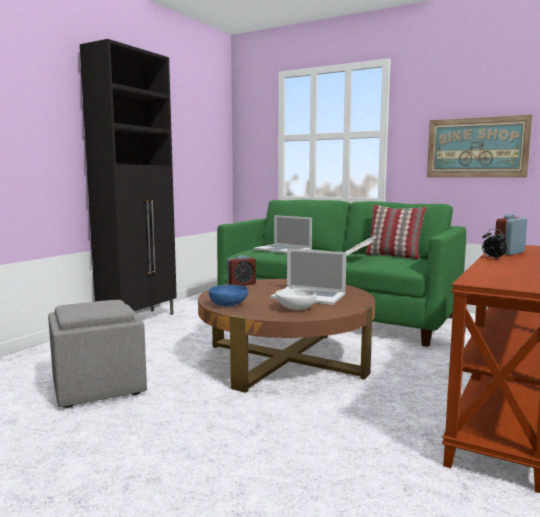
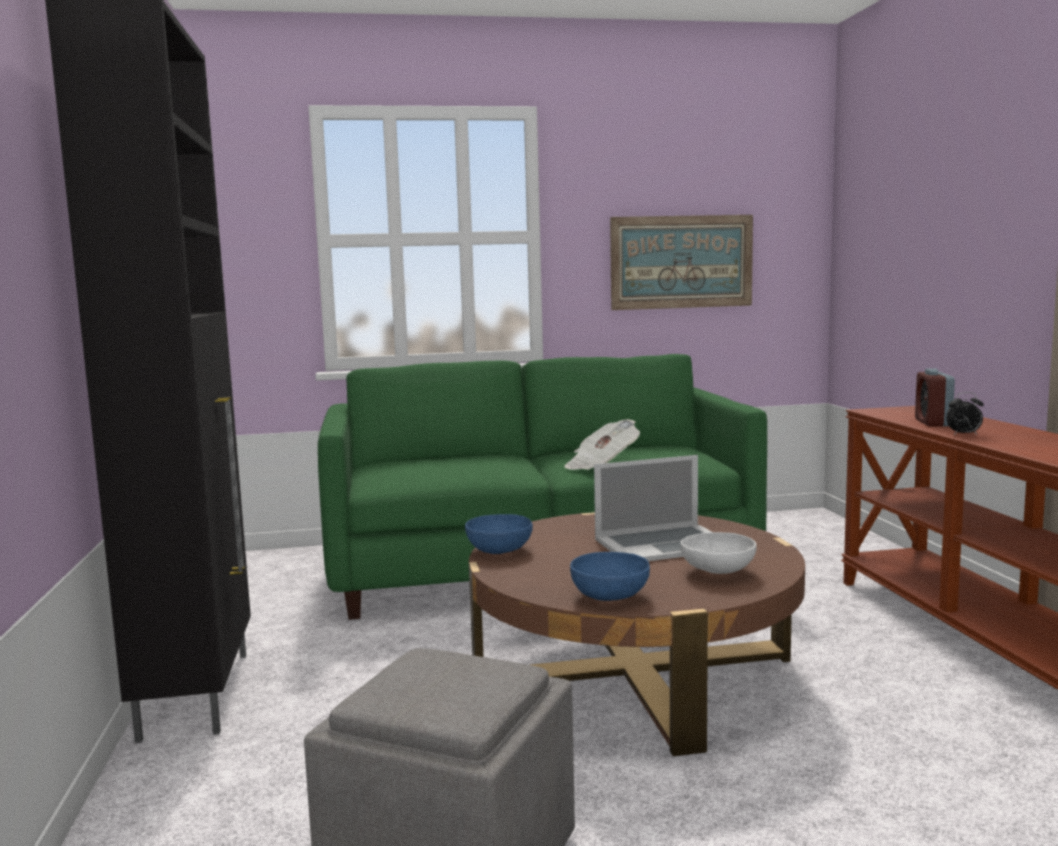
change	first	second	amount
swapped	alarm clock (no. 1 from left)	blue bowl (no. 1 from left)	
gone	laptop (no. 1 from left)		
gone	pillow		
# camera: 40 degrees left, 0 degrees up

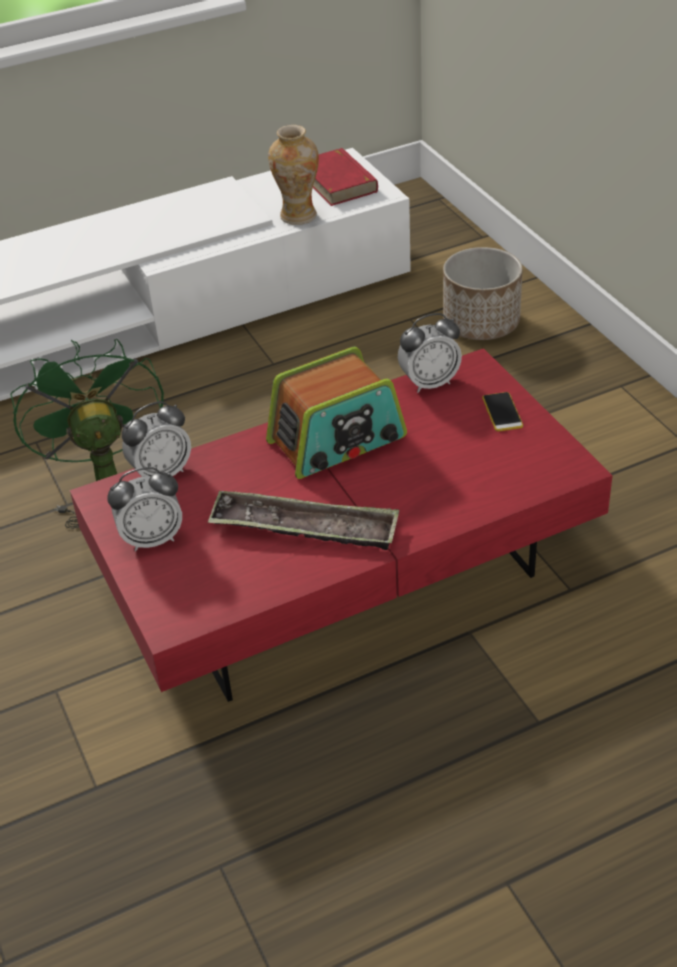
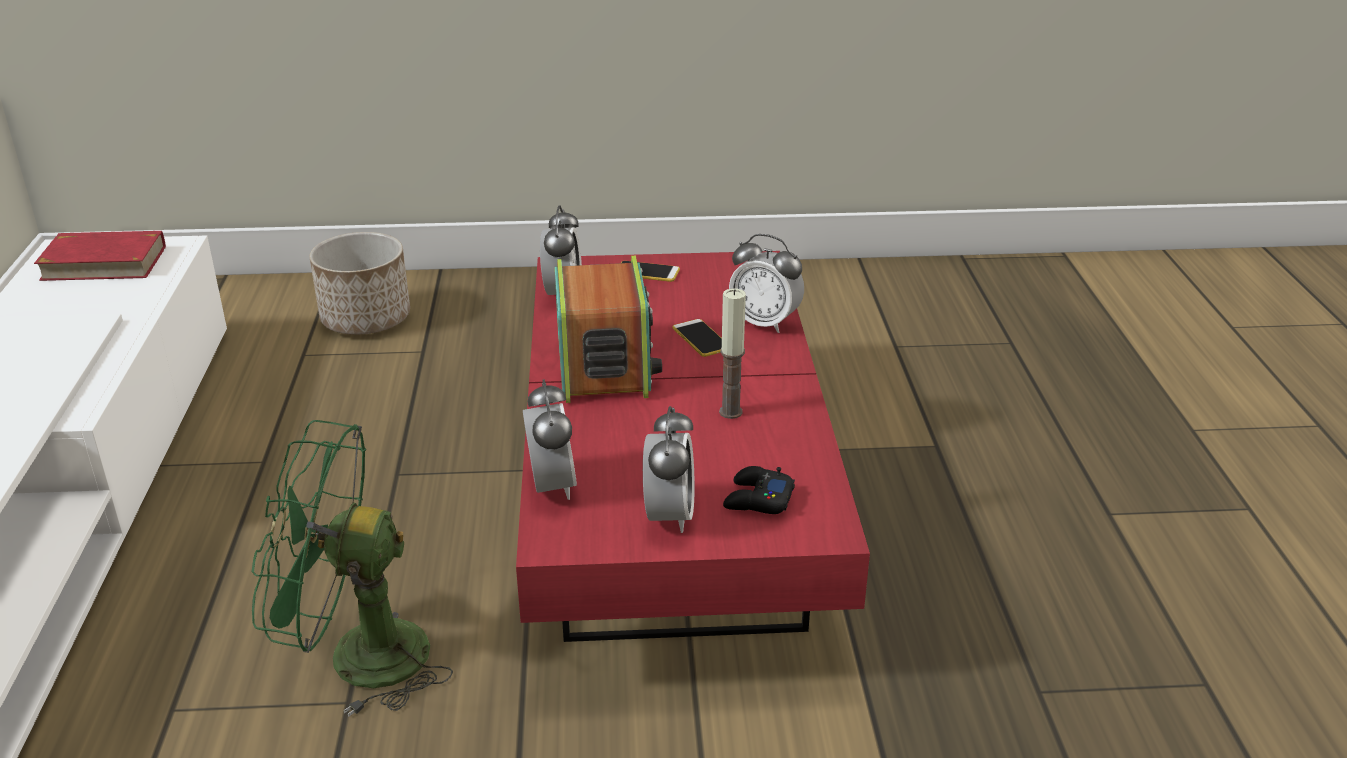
change	first	second	amount
swapped	tray	candle	
gone	vase		
new		phone (no. 2 from left)	
new		black game controller	
new		alarm clock (no. 4 from left)	
# camera: 70 degrees left, 10 degrees down

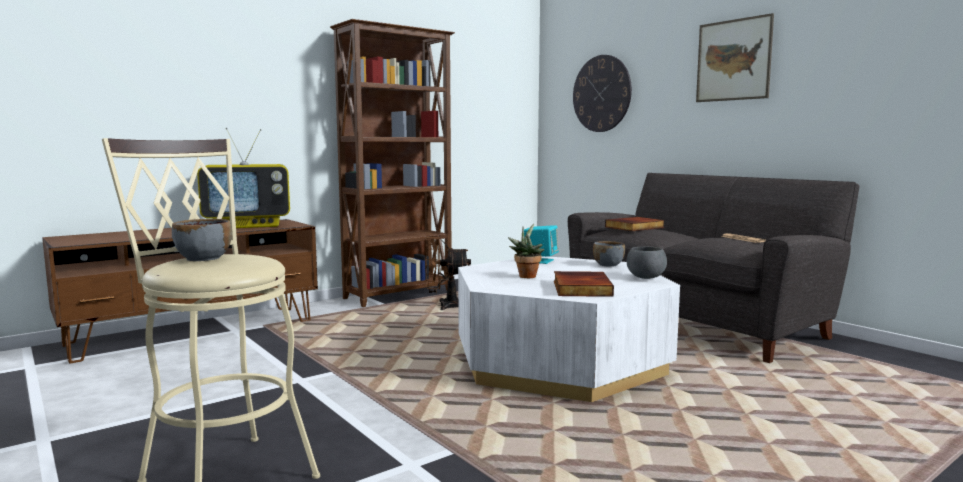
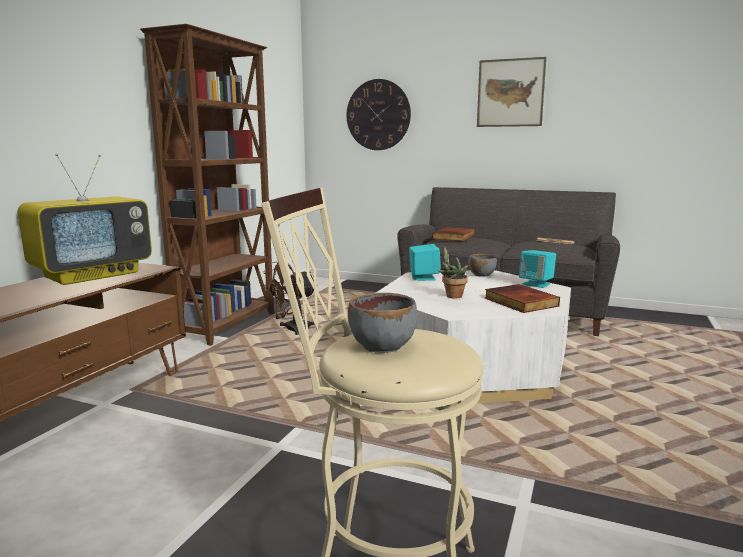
change	first	second	amount
swapped	grey bowl (no. 3 from left)	turquoise speaker (no. 2 from left)	
# camera: 30 degrees left, 5 degrees up

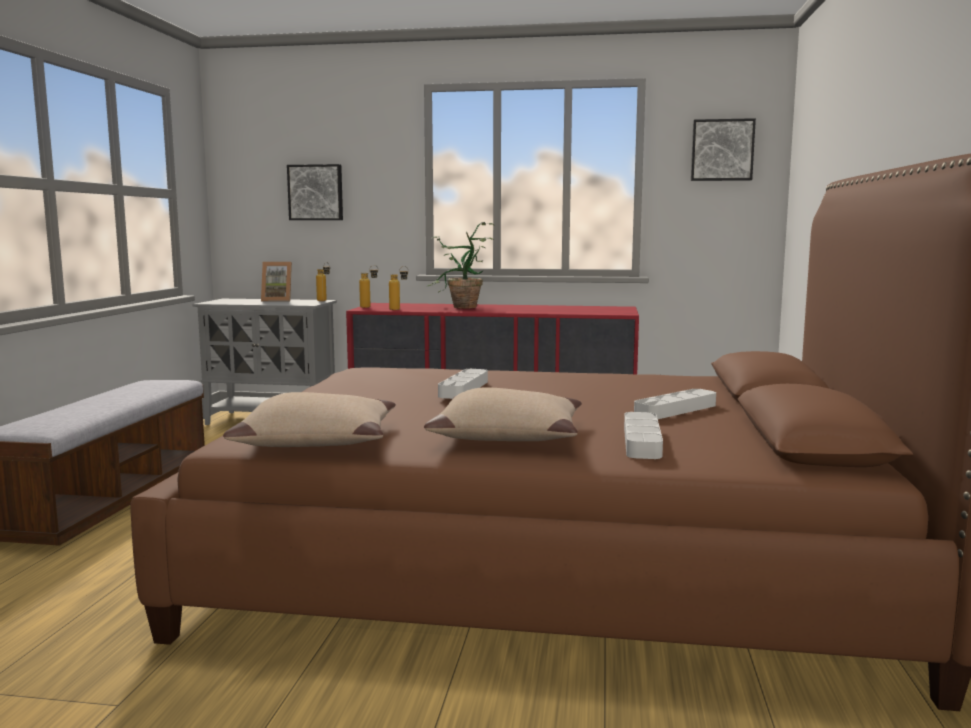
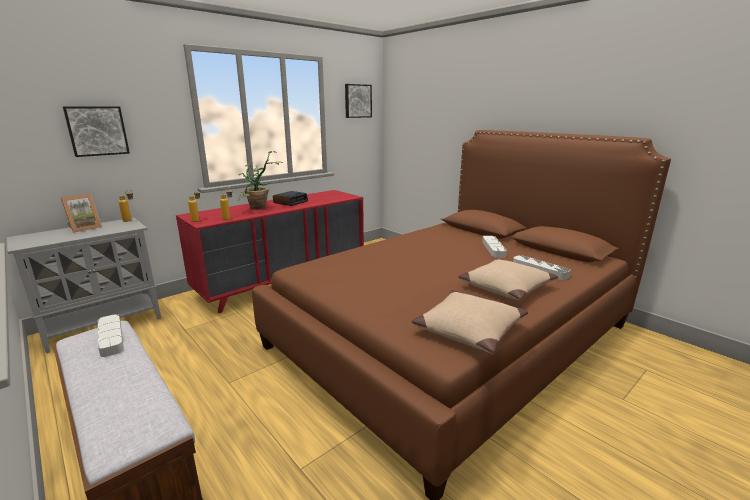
change	first	second	amount
shifted	grey tray (no. 1 from left)		
new		alarm clock	
# camera: 50 degrees left, 10 degrees up

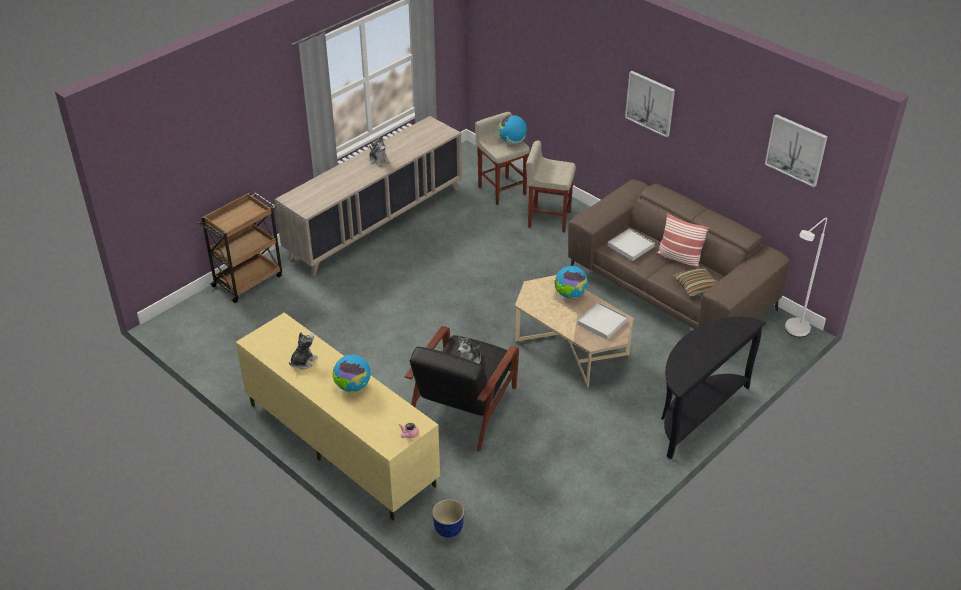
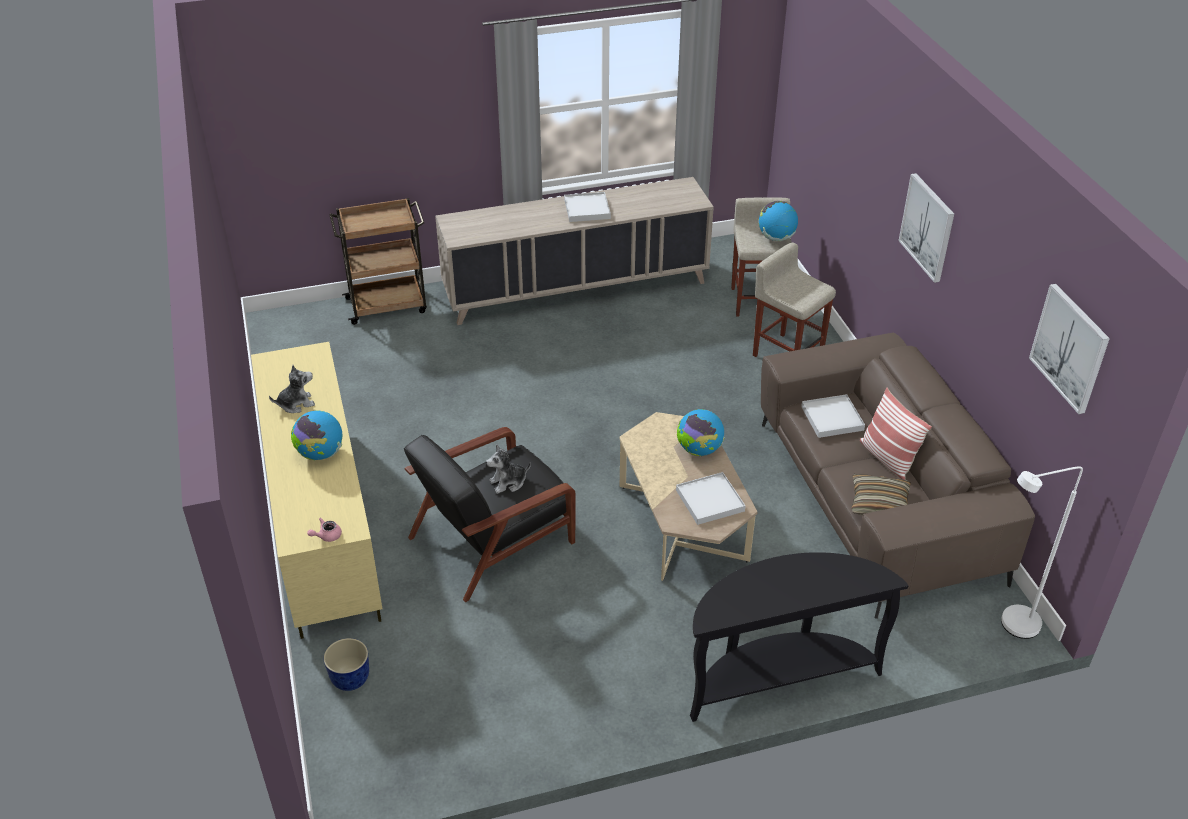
change	first	second	amount
swapped	plush toy (no. 2 from left)	white tray (no. 1 from left)	
# camera: 30 degrees right, 0 degrees up

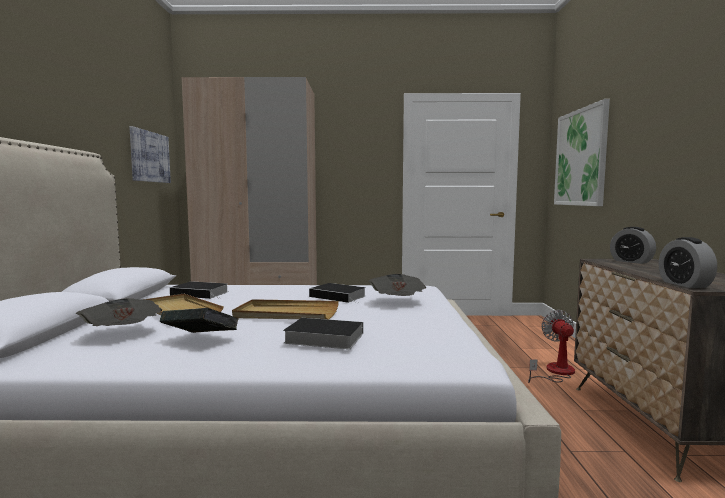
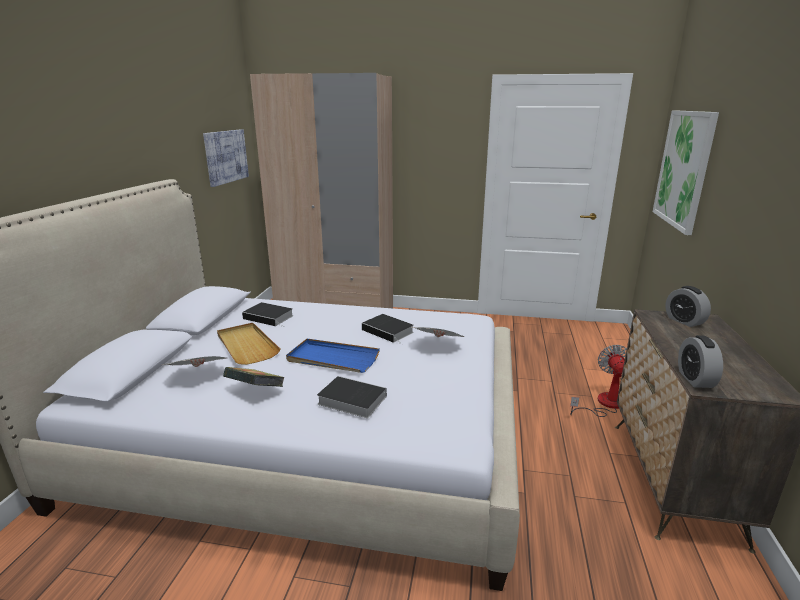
change	first	second	amount
repainted	beige tray (no. 2 from left)	blue tray	
# camera: 10 degrees right, 15 degrees up

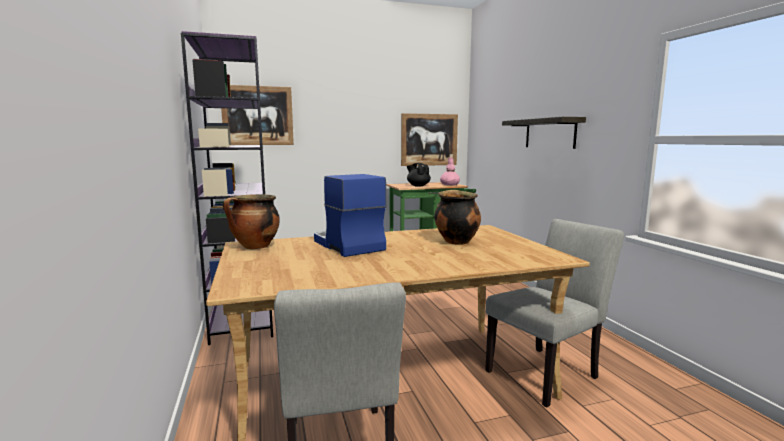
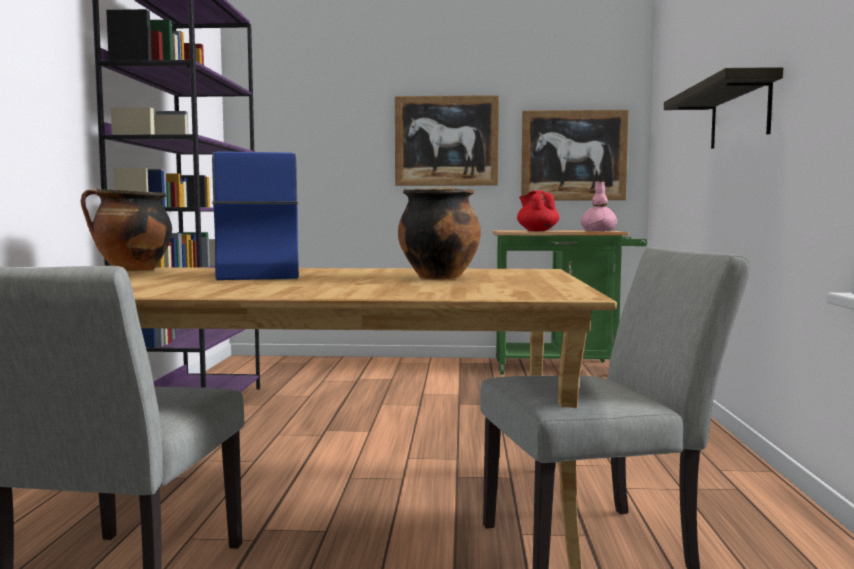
change	first	second	amount
shifted	picture (no. 1 from left)		
repainted	black teapot	red teapot	
# camera: 20 degrees right, 5 degrees down

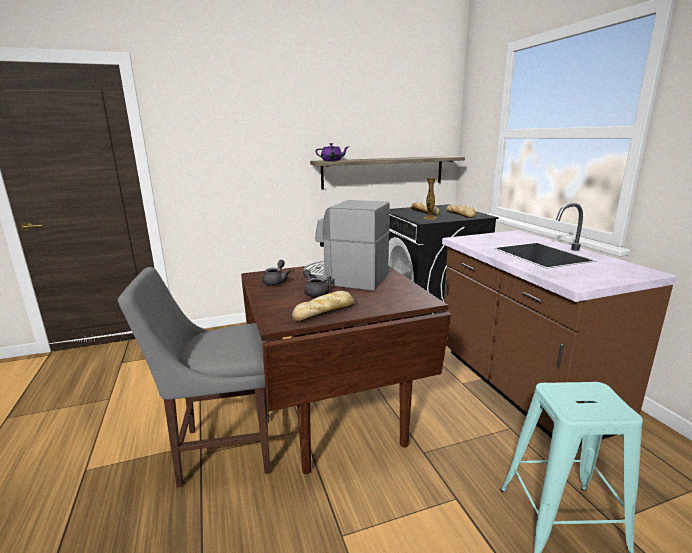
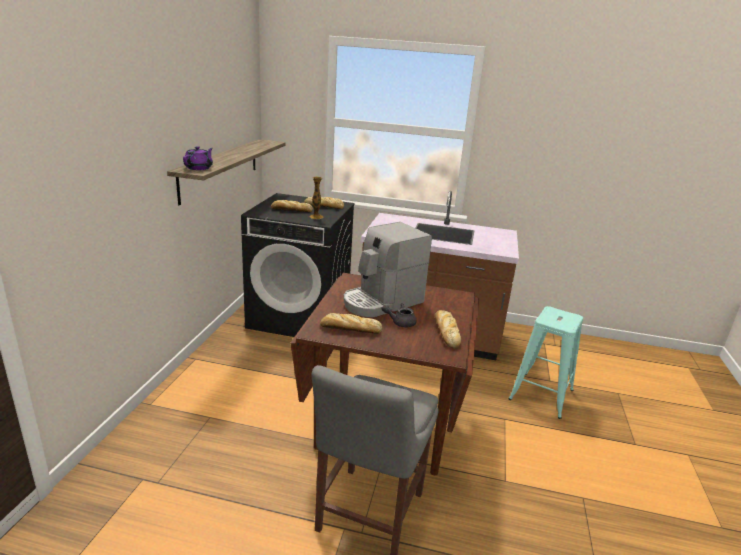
change	first	second	amount
swapped	grey teapot (no. 1 from left)	bread (no. 3 from left)	
# camera: 60 degrees left, 5 degrees up

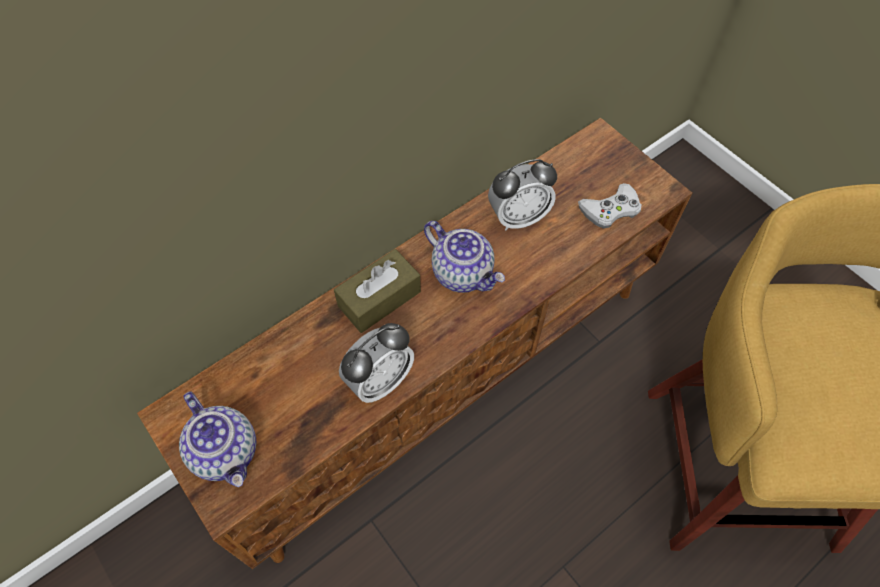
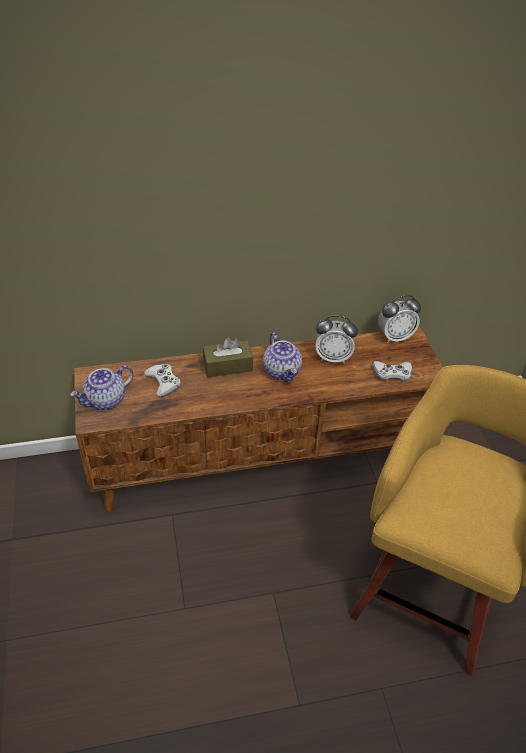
change	first	second	amount
rotated	teapot (no. 1 from left)		60 degrees clockwise
shifted	alarm clock (no. 1 from left in the first image)	alarm clock (no. 2 from left)	
new		white game controller (no. 1 from left)	
# camera: 25 degrees right, 15 degrees down

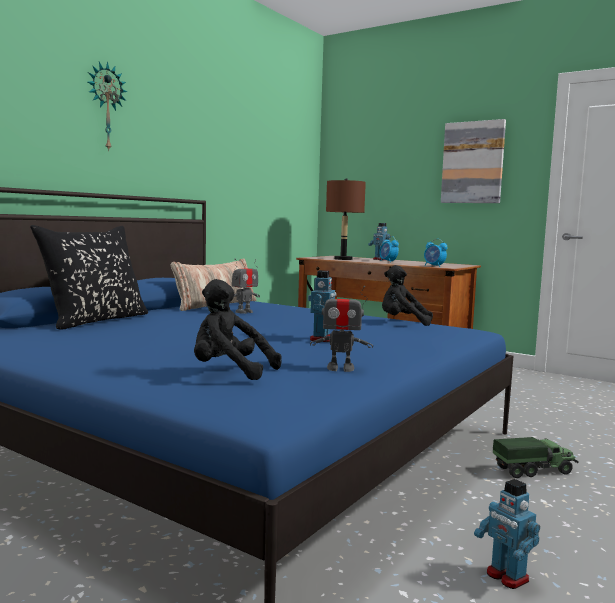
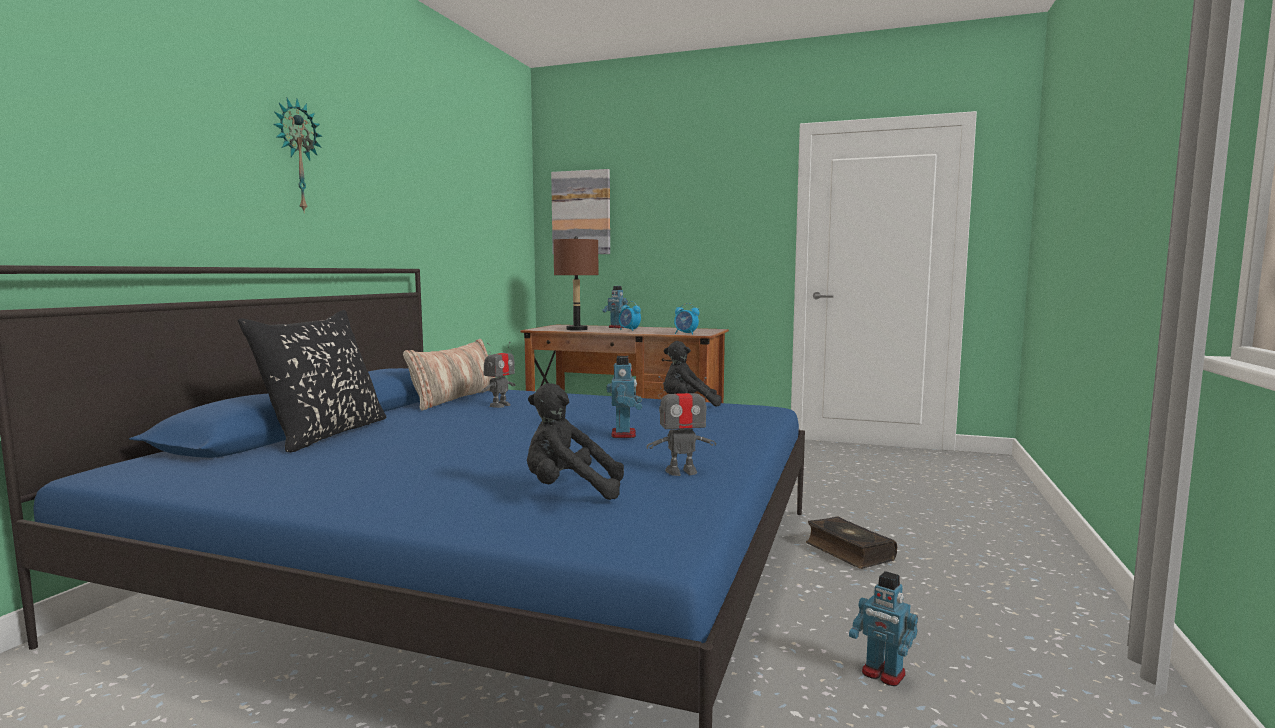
change	first	second	amount
shifted	picture		
swapped	toy truck	book	
# camera: 15 degrees left, 0 degrees up

